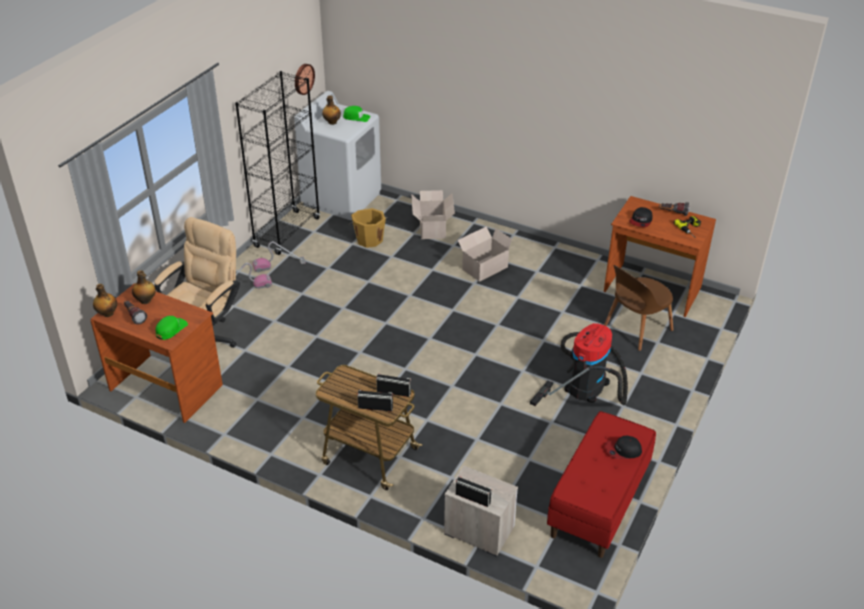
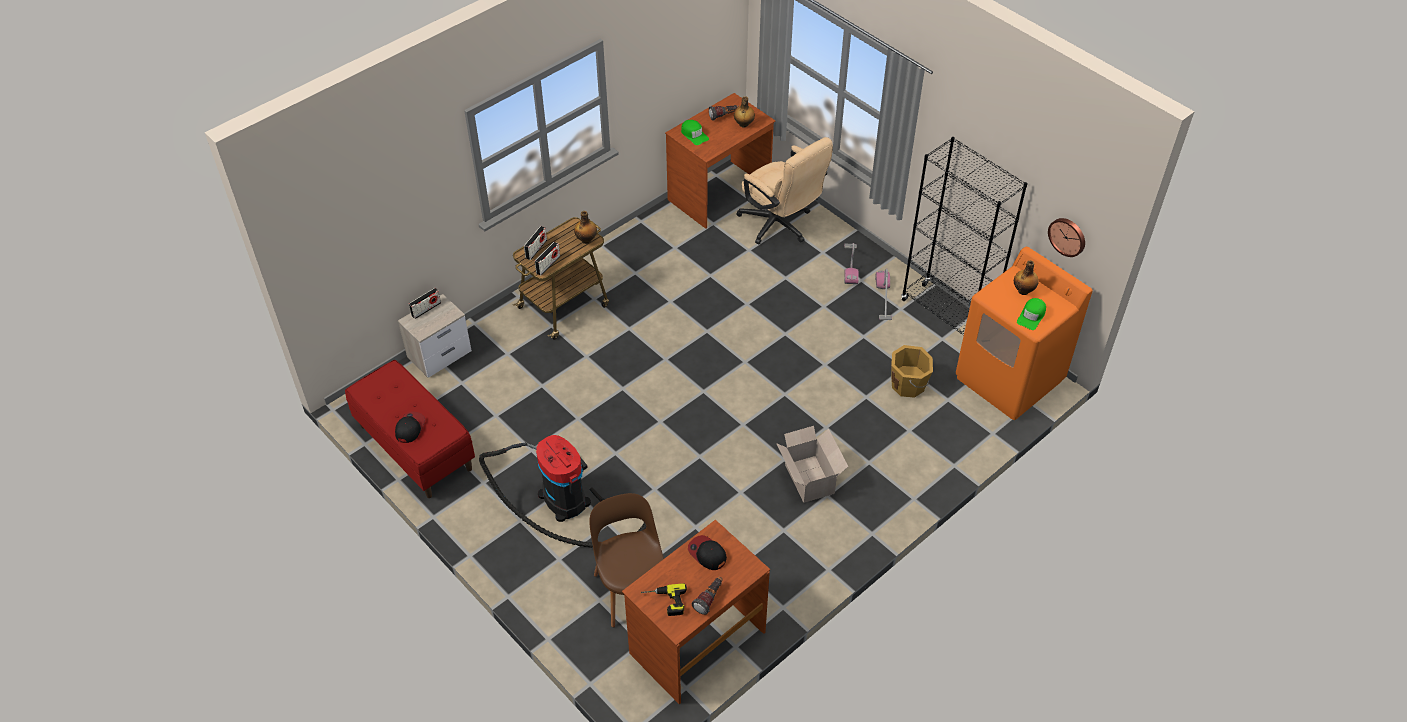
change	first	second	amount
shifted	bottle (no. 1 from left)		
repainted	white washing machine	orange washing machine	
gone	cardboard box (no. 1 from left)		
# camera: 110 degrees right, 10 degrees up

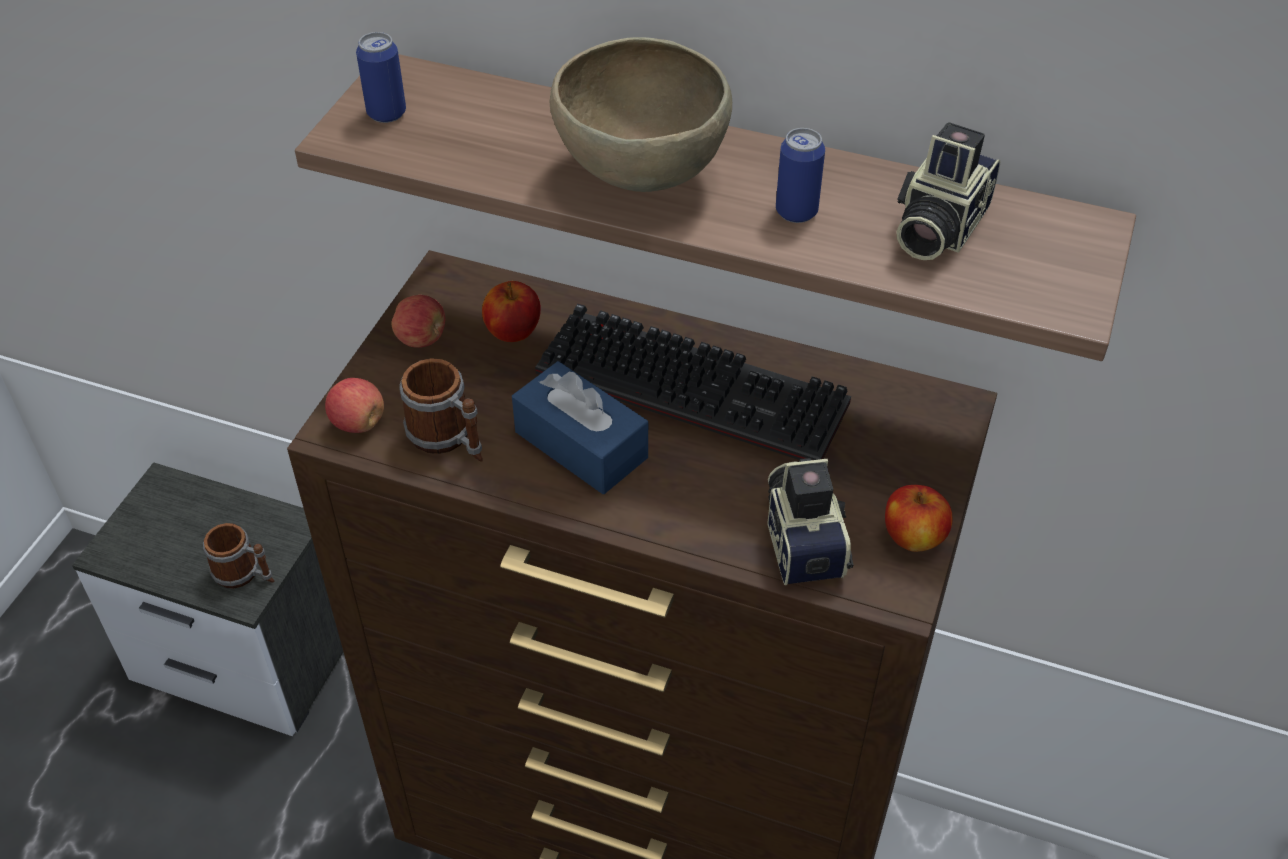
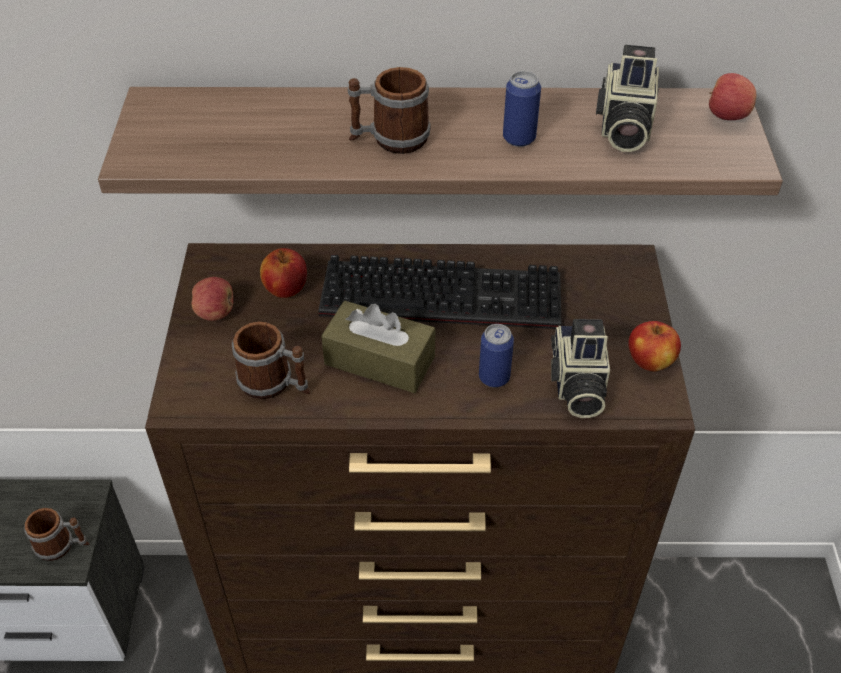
change	first	second	amount
shifted	apple (no. 1 from left in the first image)	apple (no. 4 from left)	
shifted	can (no. 1 from left)		
repainted	blue tissue box	brown tissue box	
swapped	brown bowl	mug (no. 3 from left)	
rotated	photo camera (no. 1 from left)		150 degrees counterclockwise
# camera: 20 degrees left, 0 degrees up

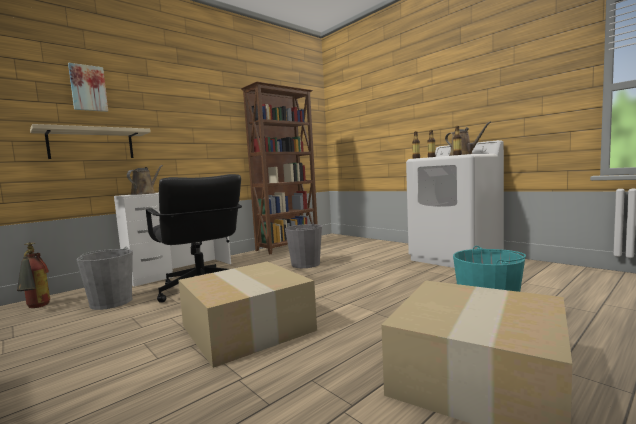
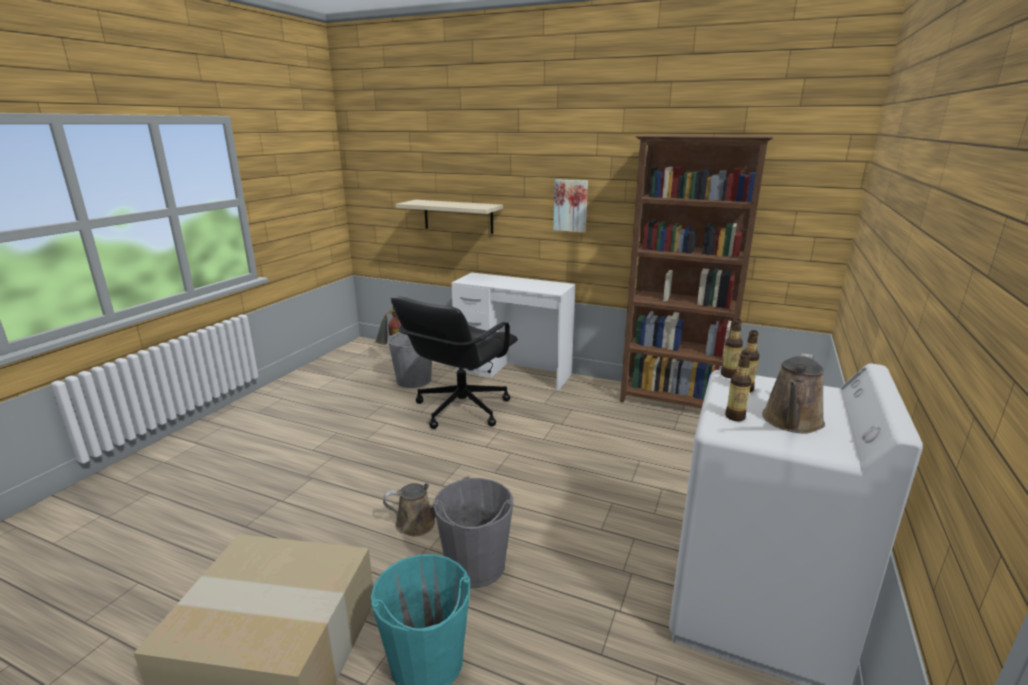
change	first	second	amount
shifted	picture		
shifted	brown watering can (no. 1 from left)		
gone	cardboard box (no. 1 from left)		
shifted	grey bucket (no. 2 from left)		
# camera: 65 degrees right, 15 degrees up

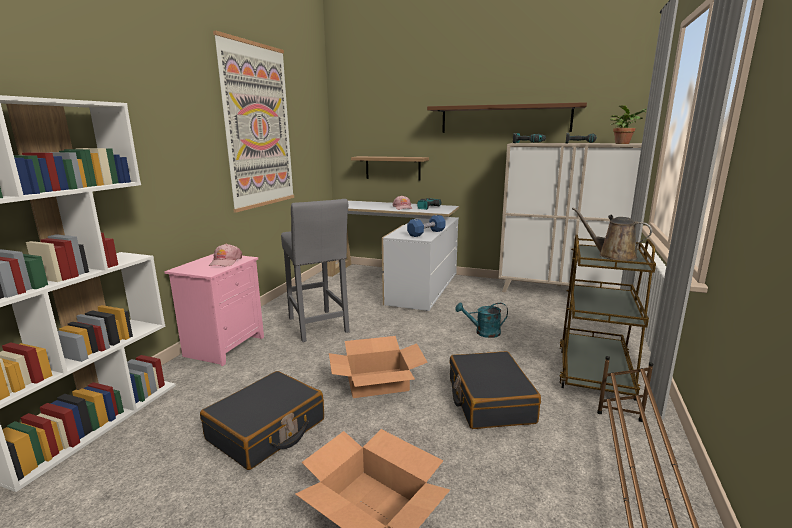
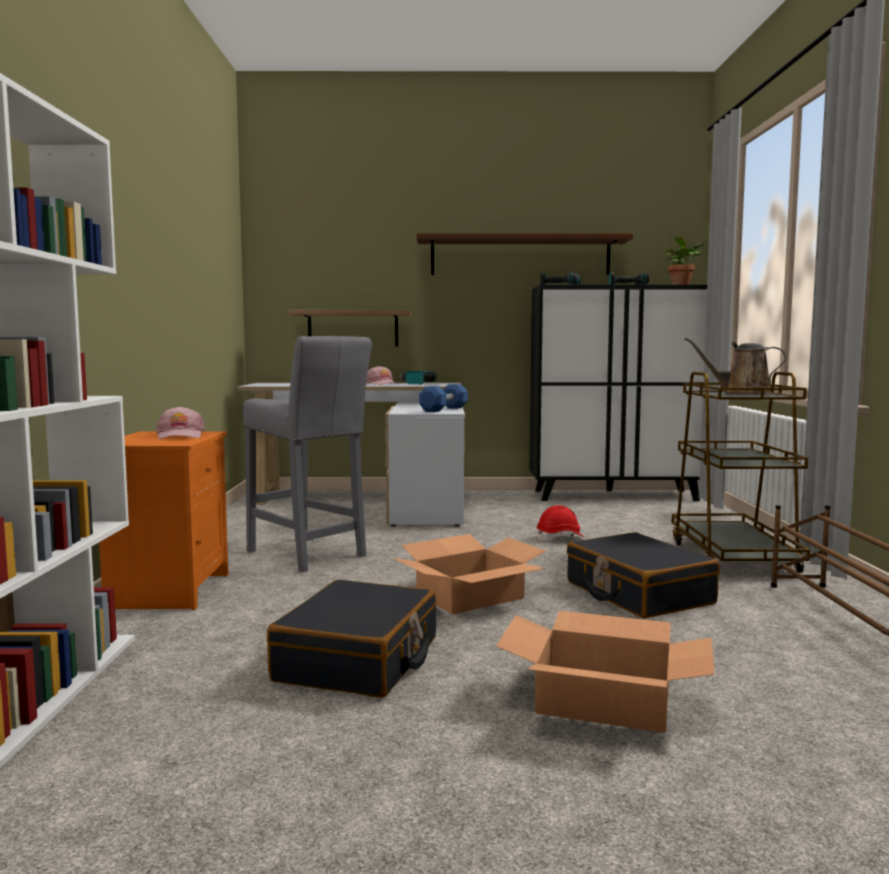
change	first	second	amount
repainted	pink nightstand	orange nightstand	
gone	picture		
swapped	turquoise watering can	red hard hat	
repainted	beige cabinet	black cabinet	
# camera: 20 degrees left, 10 degrees down

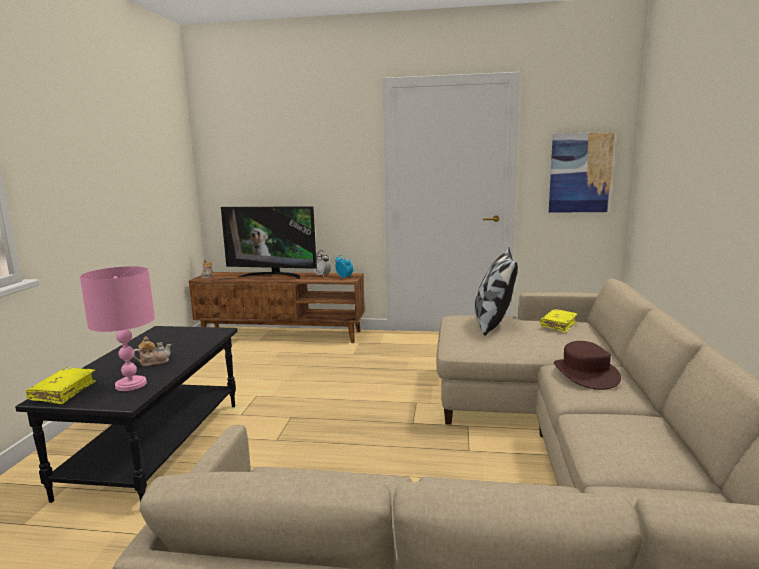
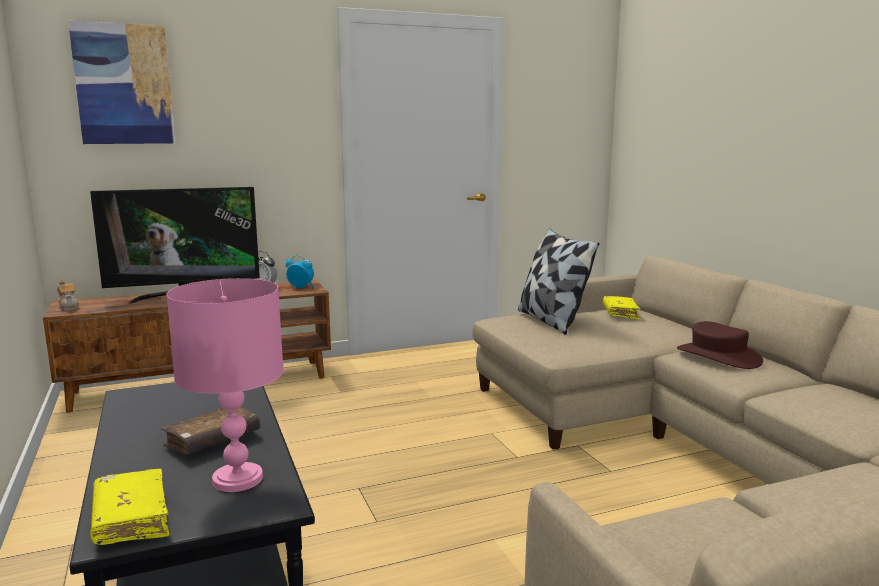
change	first	second	amount
swapped	teapot (no. 1 from left)	brown book	
shifted	picture		
# camera: 30 degrees left, 0 degrees up

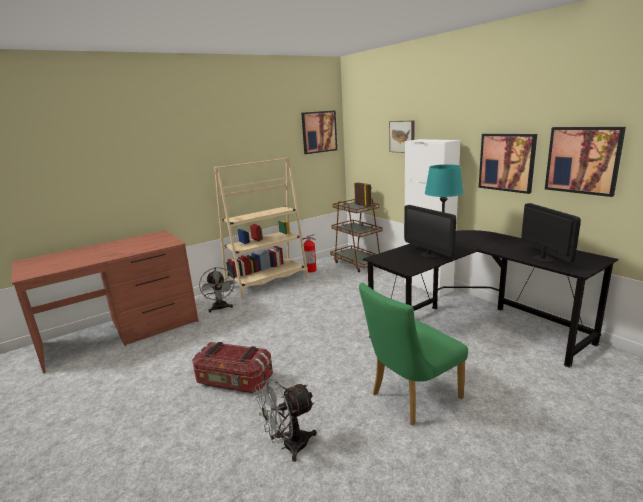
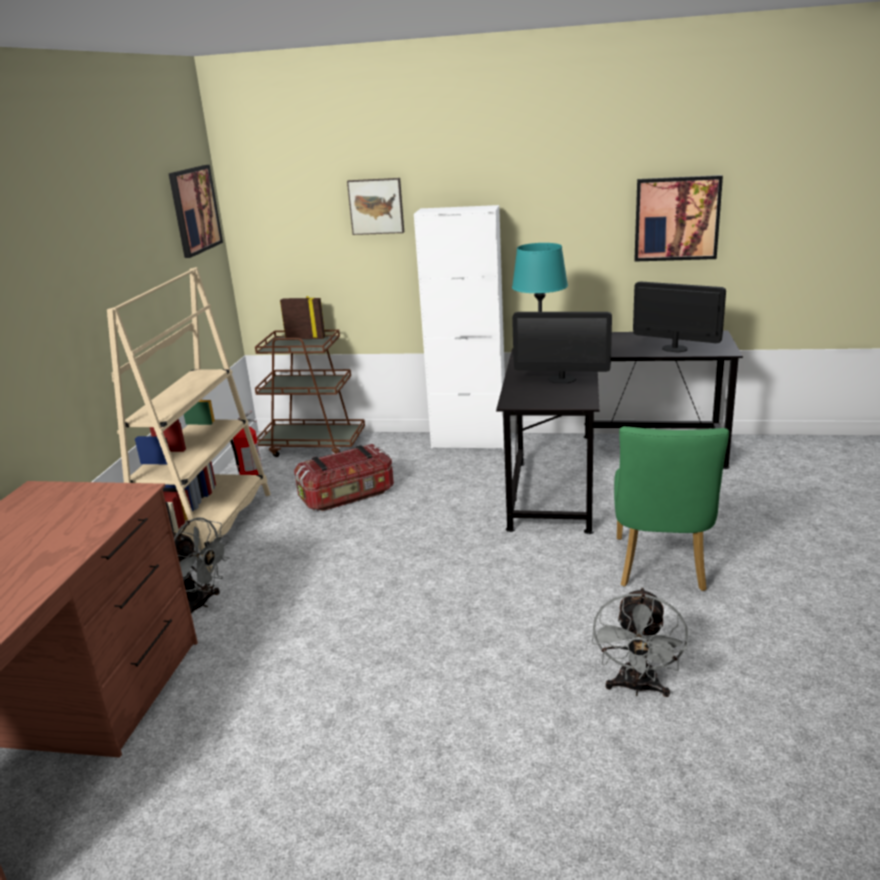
change	first	second	amount
shifted	storage box		
gone	picture (no. 3 from left)		
# camera: 45 degrees left, 5 degrees up

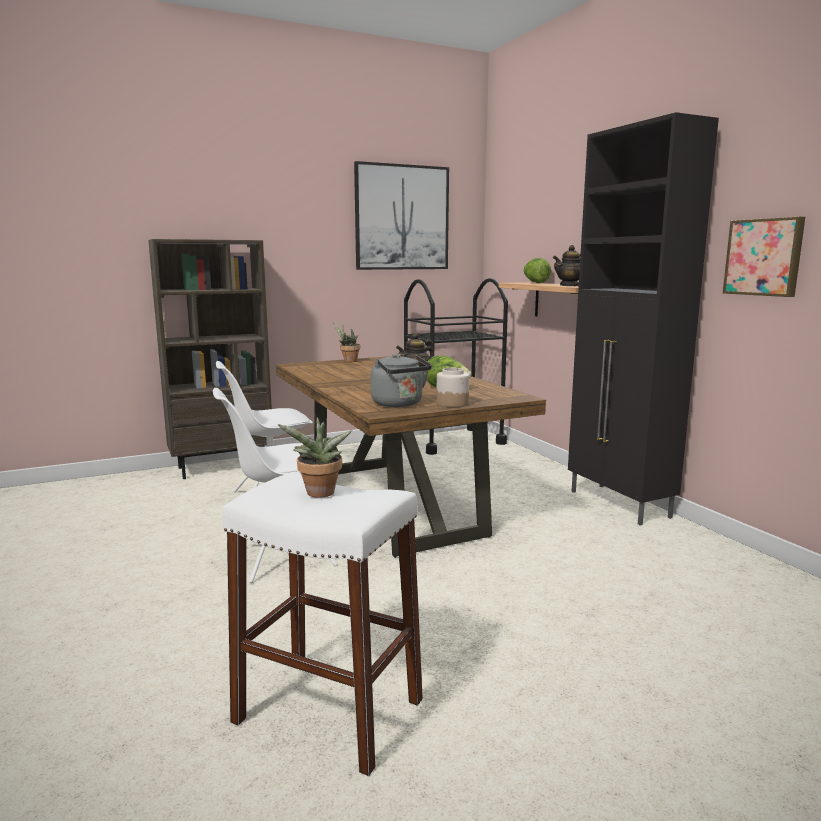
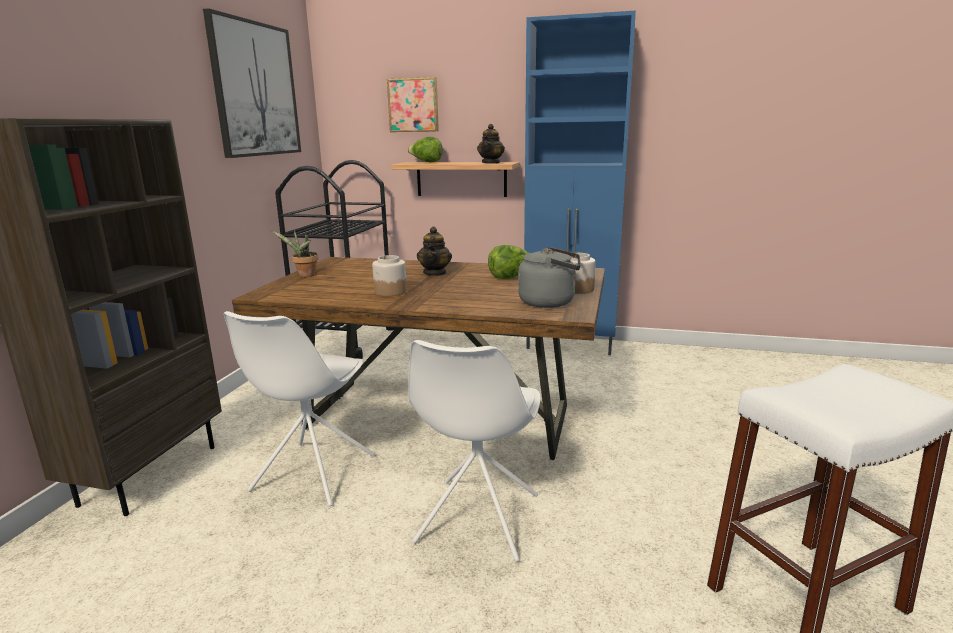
change	first	second	amount
gone	potted plant (no. 1 from left)		
repainted	black cabinet	blue cabinet	
shifted	picture (no. 2 from left)		
new		jar (no. 1 from left)	
# camera: 50 degrees left, 5 degrees up

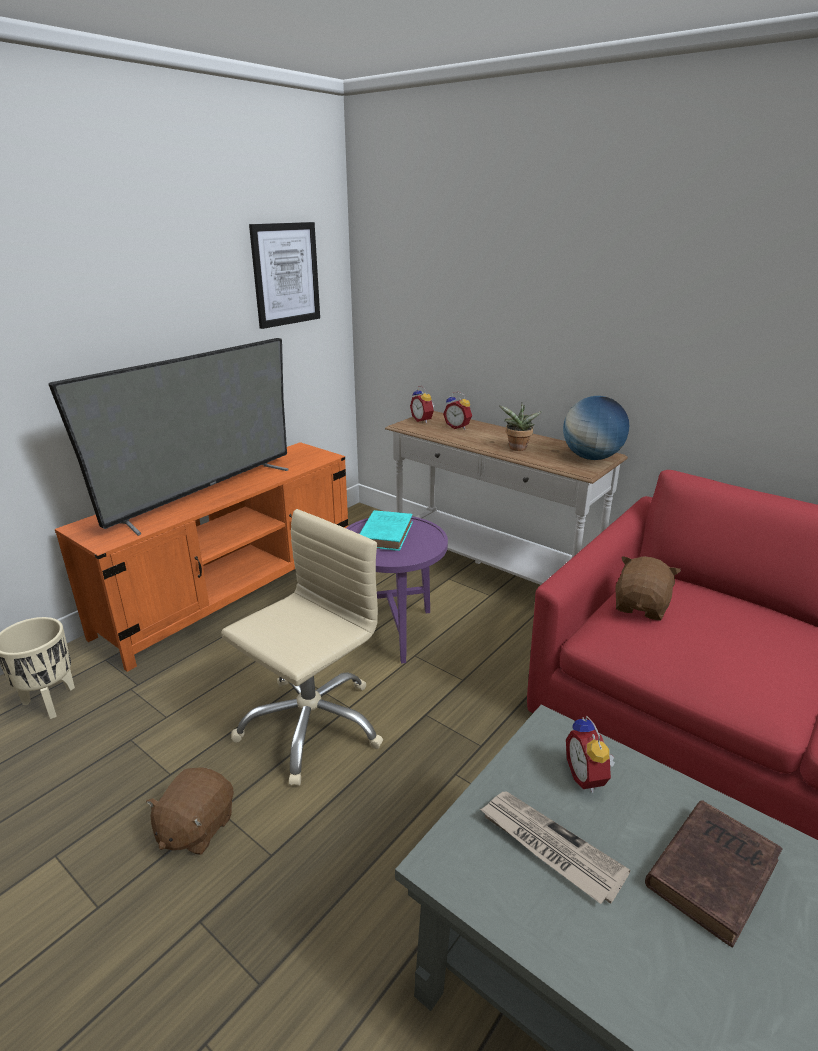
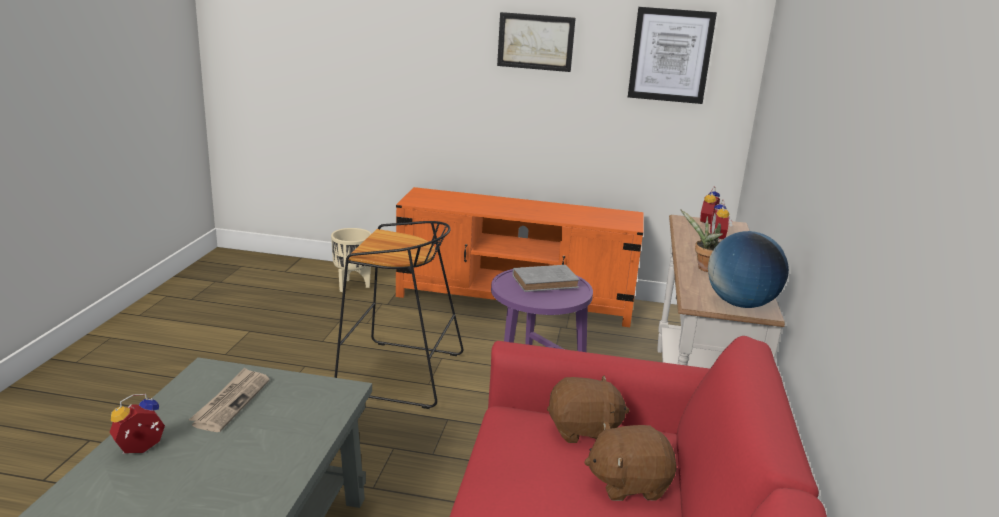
change	first	second	amount
gone	television		
shifted	brown plush toy (no. 1 from left in the first image)	brown plush toy (no. 2 from left)	
swapped	beige office chair	black stool	
repainted	turquoise book	grey book	
shifted	alarm clock (no. 3 from left in the first image)	alarm clock (no. 1 from left)	
gone	brown book		
new		picture (no. 1 from left)	
# camera: 60 degrees right, 5 degrees down

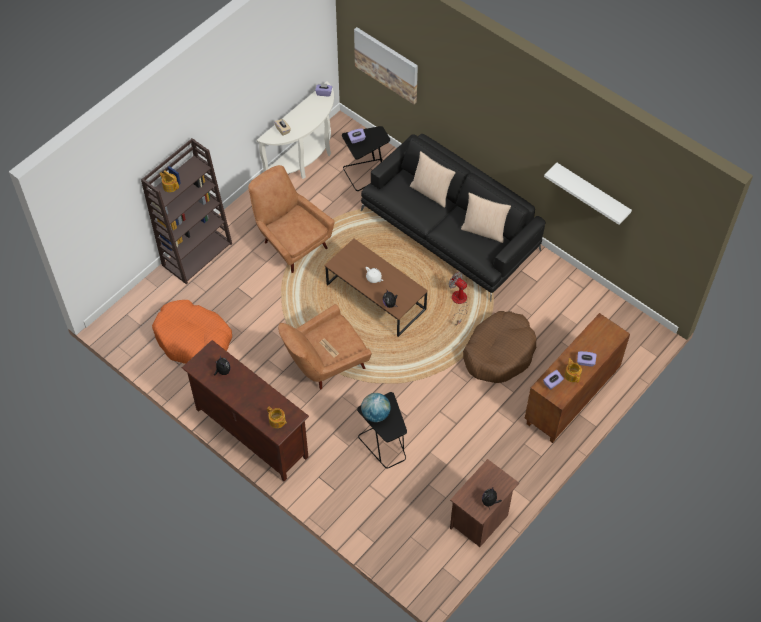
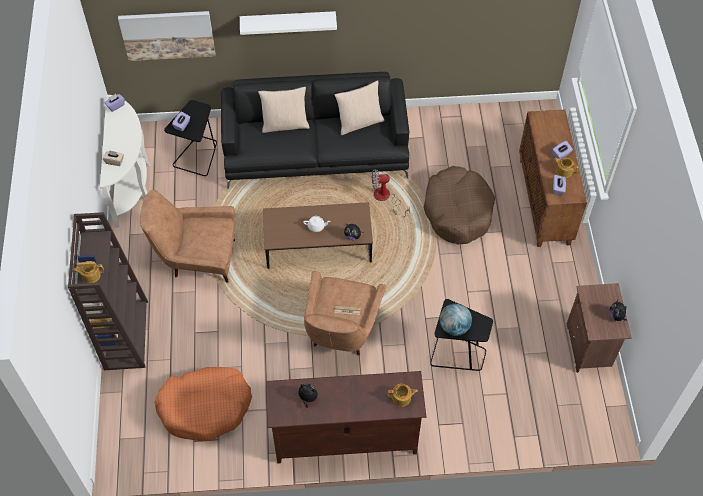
change	first	second	amount
shifted	white shelf		
# camera: 45 degrees left, 0 degrees up

